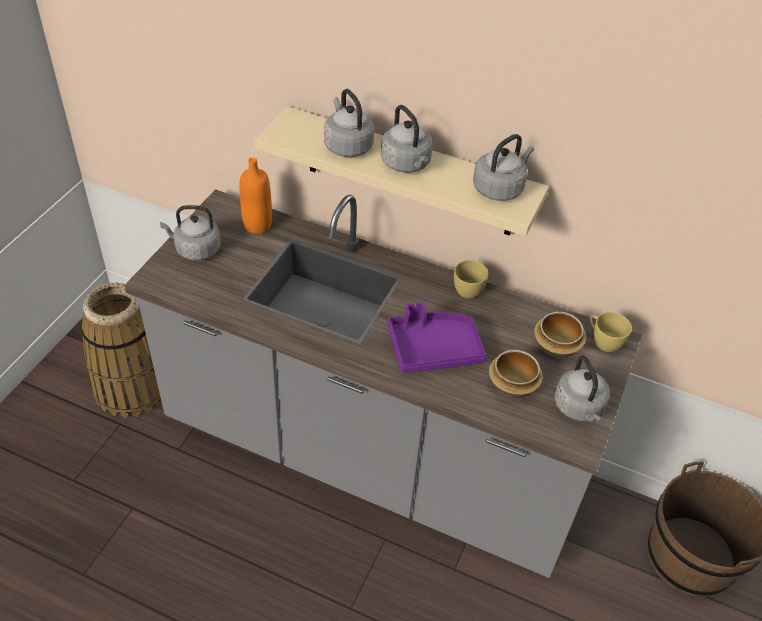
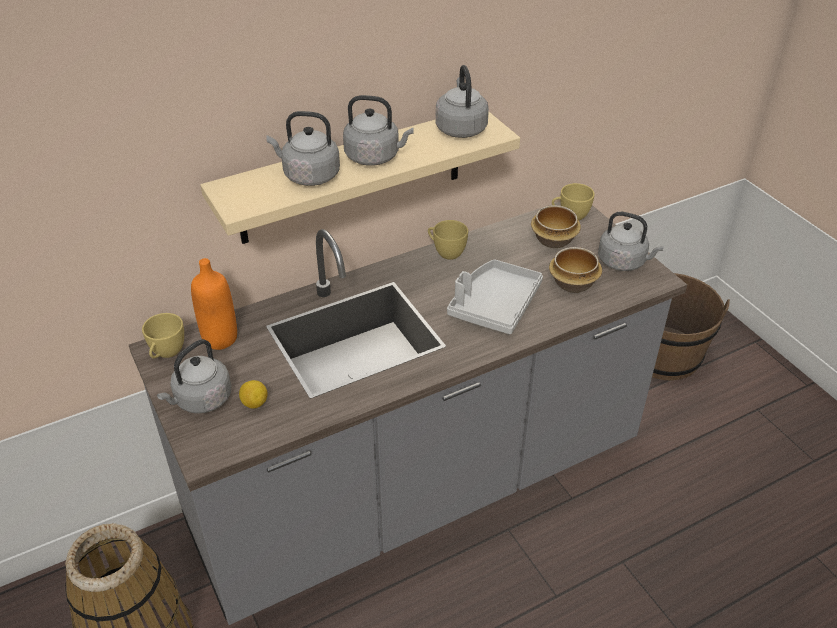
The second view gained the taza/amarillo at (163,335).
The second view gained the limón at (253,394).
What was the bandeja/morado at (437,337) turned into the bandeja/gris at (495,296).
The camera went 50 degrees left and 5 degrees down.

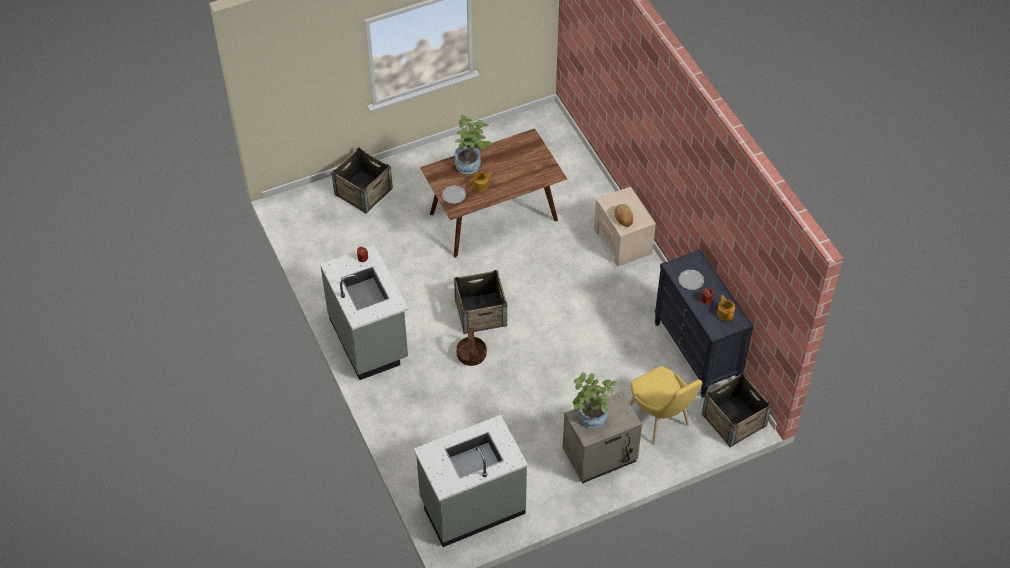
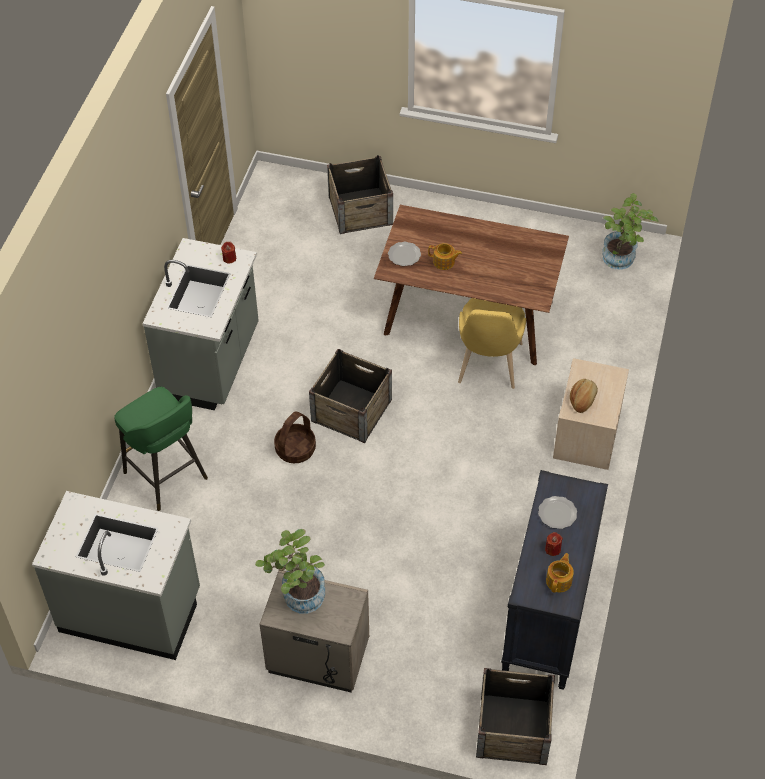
The second view gained the taburete/verde at (161,449).
The silla/amarillo ended up elsewhere, having gone from (666,405) to (492,343).
The planta en maceta ended up elsewhere, having gone from (473,144) to (630,231).
The camera went 40 degrees right and 0 degrees up.

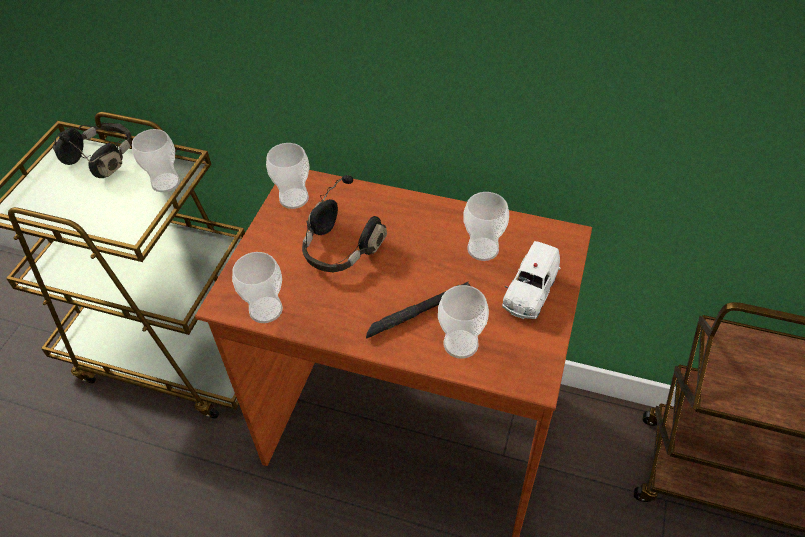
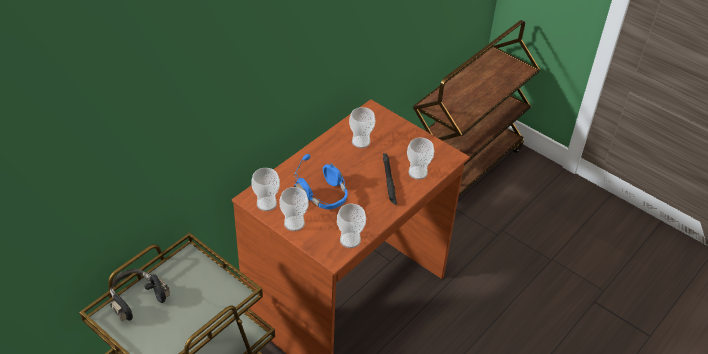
The taza ended up elsewhere, having gone from (156,160) to (294,209).
What was the auriculares/negro at (344,223) turned into the auriculares/azul at (321,181).
The second view lost the coche de juguete/blanco at (531,280).
The camera went 70 degrees left and 5 degrees down.

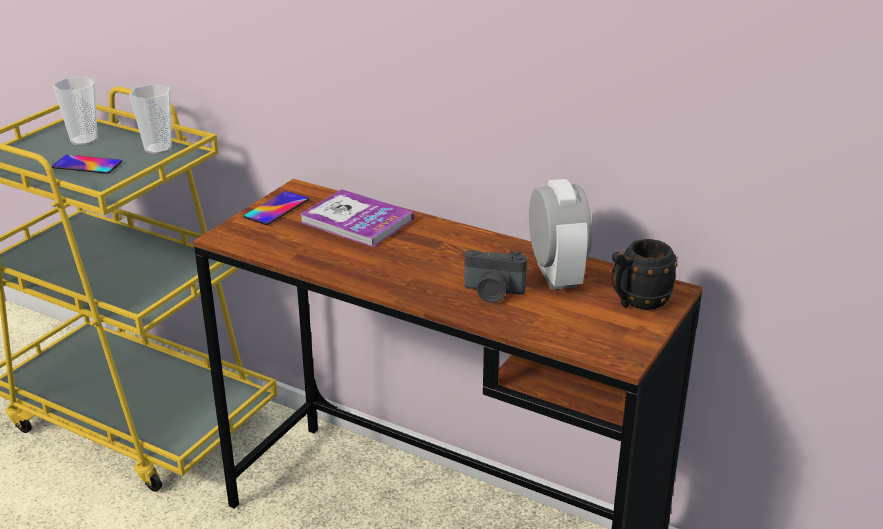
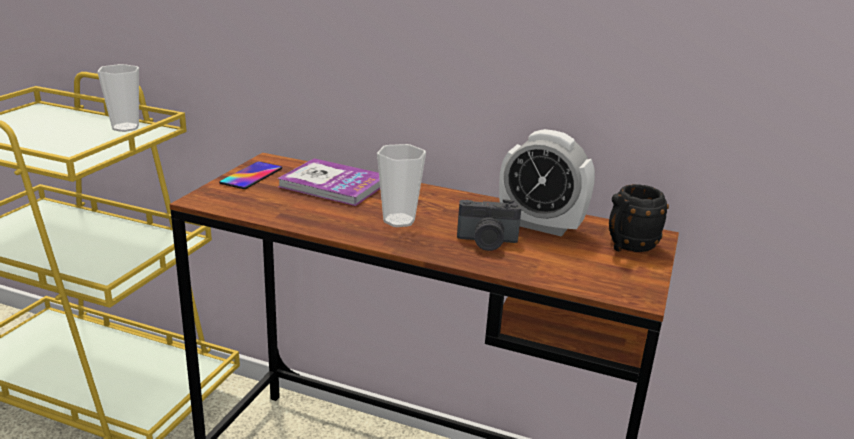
The taza ended up elsewhere, having gone from (75,111) to (401,185).
The despertador at (560,234) ended up facing another way, 135 degrees clockwise from before.
The second view lost the móvil at (87,164).
The camera went 10 degrees left and 5 degrees down.

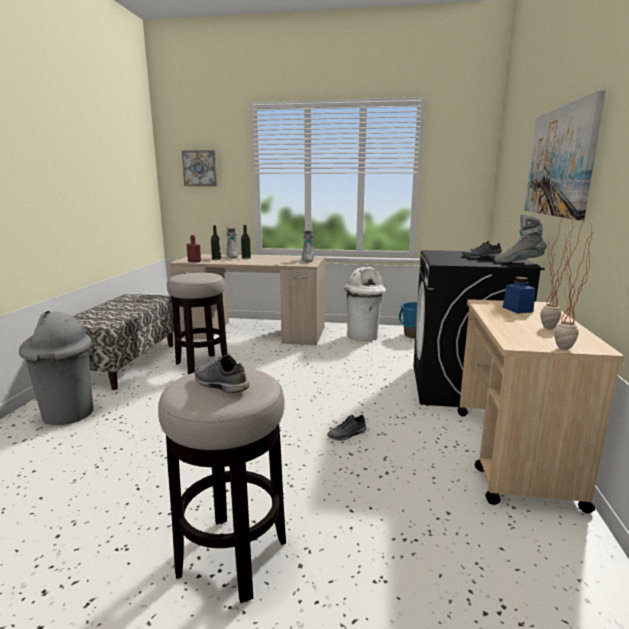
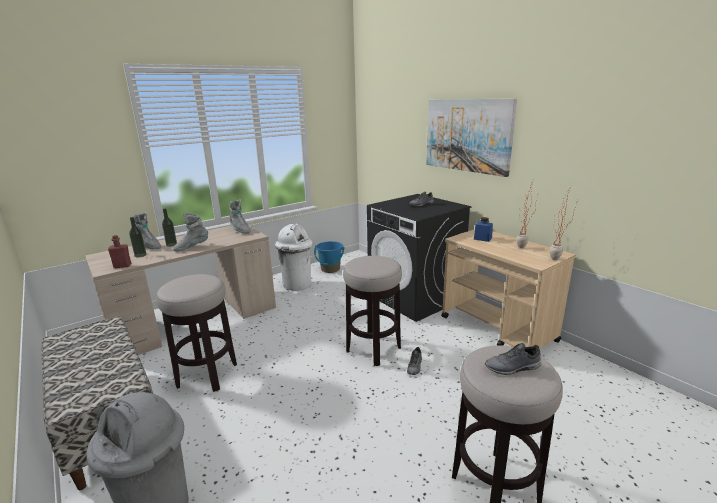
The bota/gris ended up elsewhere, having gone from (520,239) to (190,232).
The second view gained the taburete at (372,311).
The second view lost the cuadro at (200,168).
The camera went 45 degrees left and 5 degrees up.

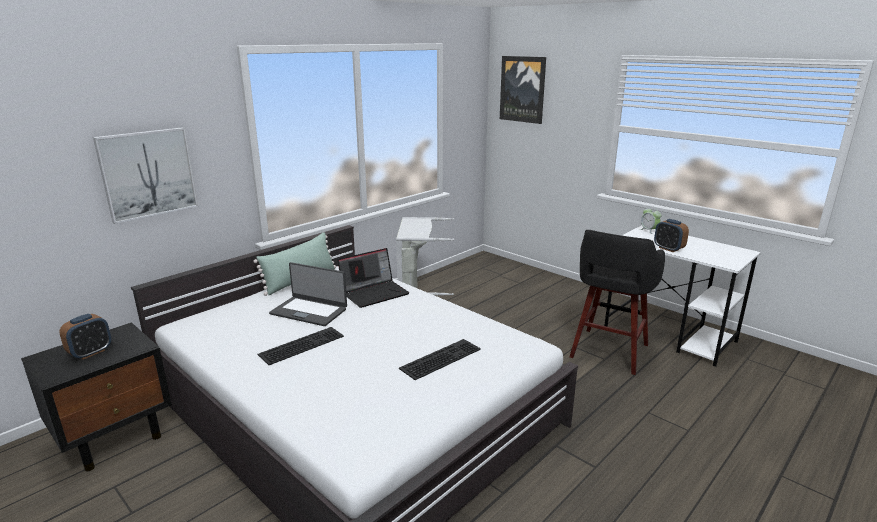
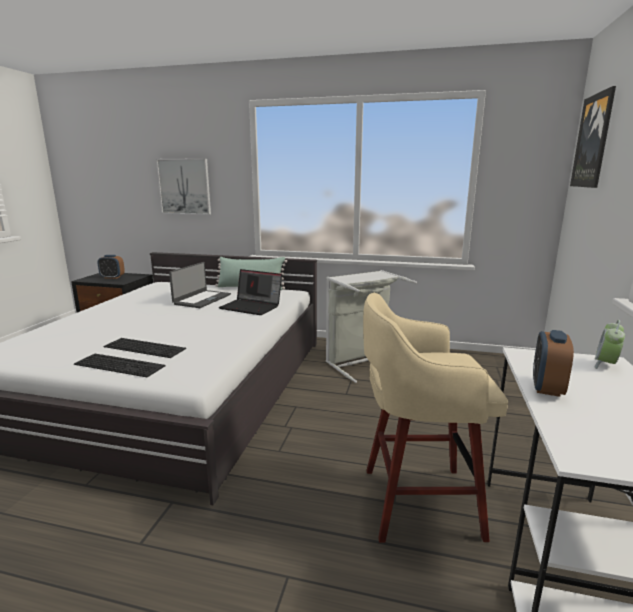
The teclado ended up elsewhere, having gone from (301,346) to (119,365).
The portátil at (308,294) ended up facing another way, 150 degrees counterclockwise from before.
What was the taburete/negro at (617,302) turned into the taburete/beis at (435,418).
The camera went 60 degrees right and 5 degrees down.

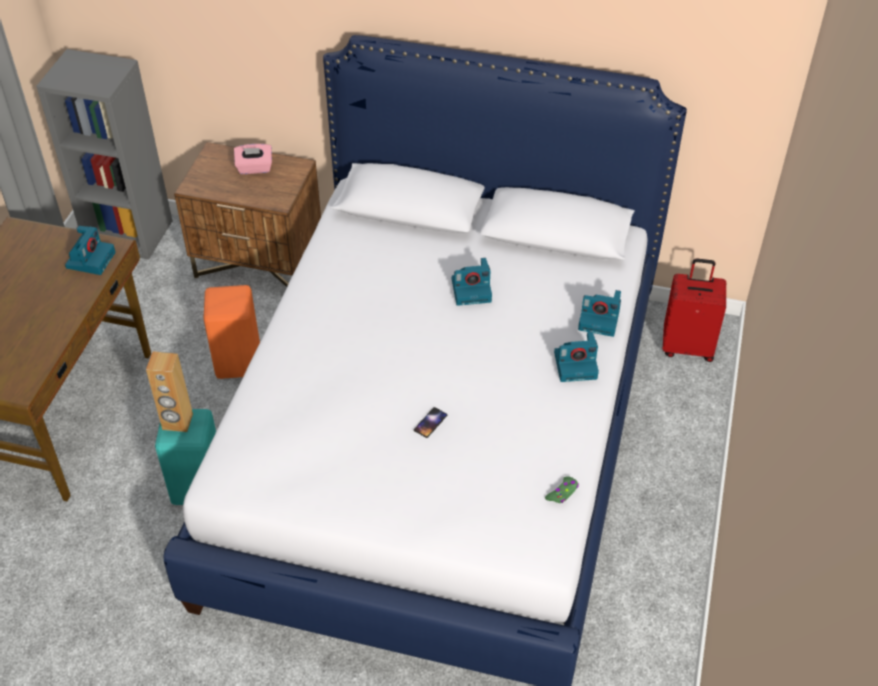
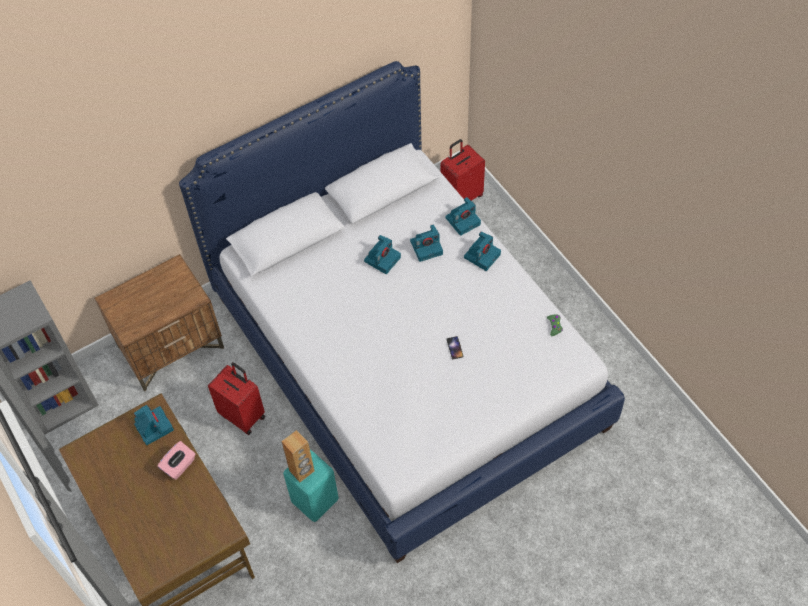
The caja de pañuelos/rosa ended up elsewhere, having gone from (253,159) to (177,460).
Where the taburete/naranja stood at (231,332), the maleta/rojo came to stand at (236,398).
The second view gained the cámara at (426,243).
The camera went 45 degrees left and 10 degrees up.

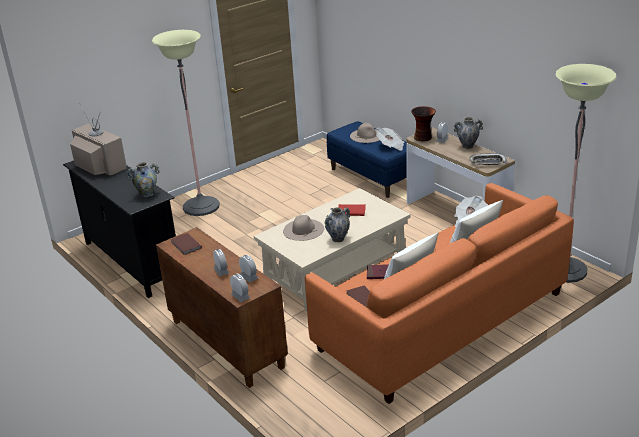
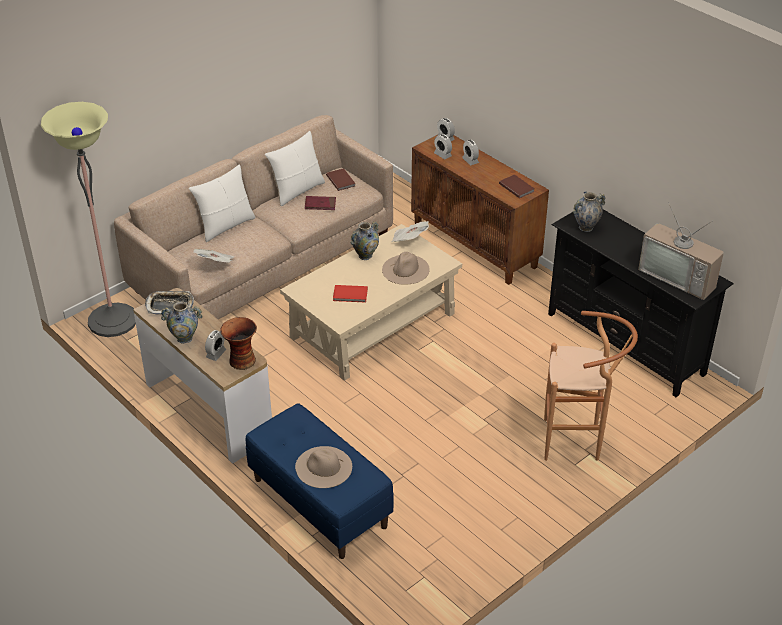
What was the sofá/naranja at (439,293) turned into the sofá/beis at (253,217).
The periódico ended up elsewhere, having gone from (390,139) to (410,231).
Where the lámpara de pie stood at (186,123), the taburete/marrón came to stand at (591,386).
The camera went 175 degrees right and 10 degrees up.

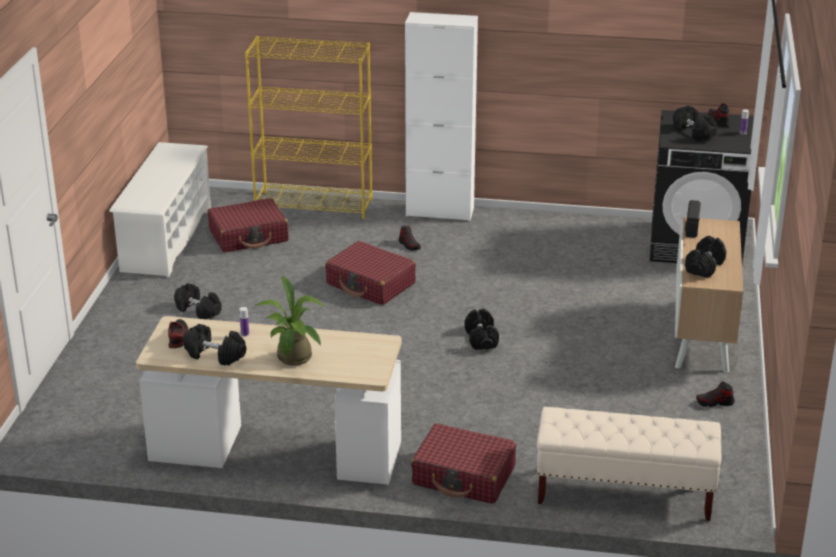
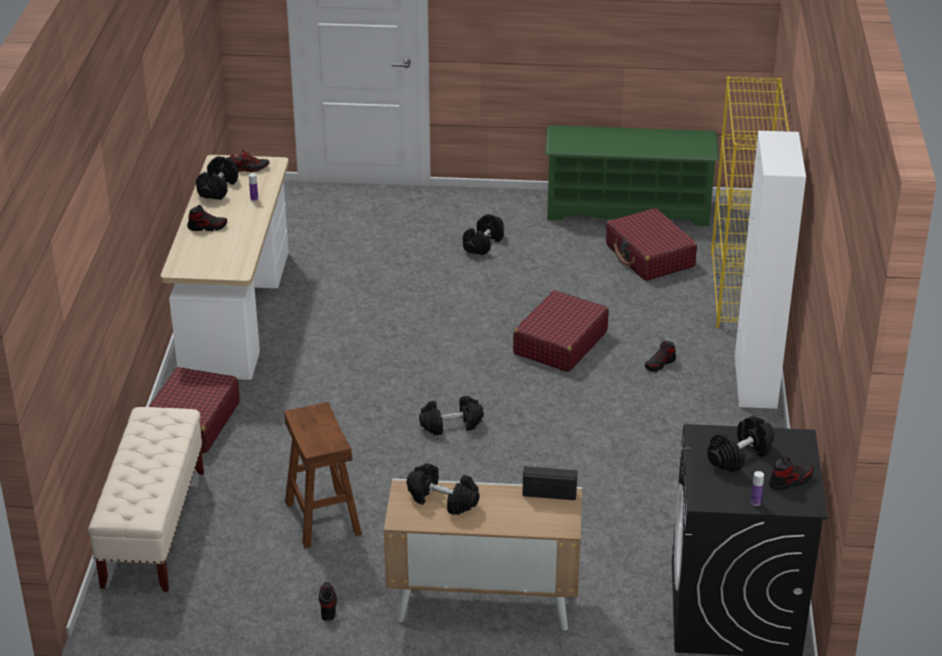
Where the planta en maceta stood at (290,320), the zapato came to stand at (207,218).
The second view gained the taburete/marrón at (323,475).
What was the zapatero/blanco at (160,209) turned into the zapatero/verde at (632,175).
The camera went 85 degrees right and 5 degrees up.

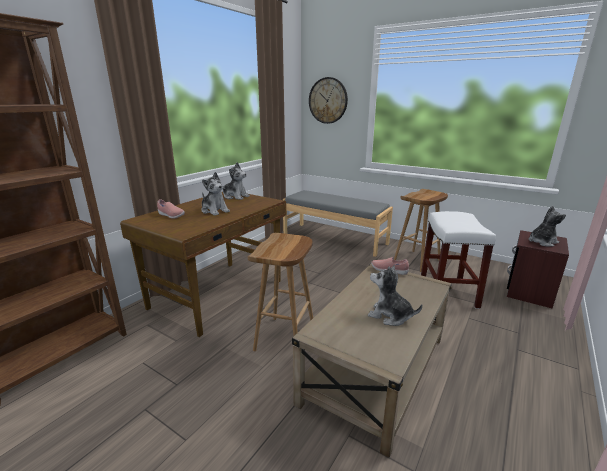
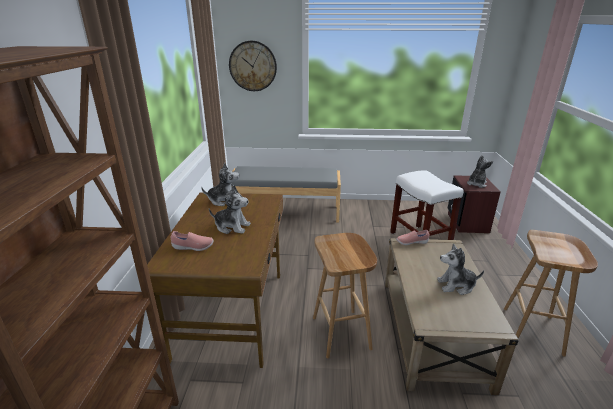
The taburete/marrón ended up elsewhere, having gone from (421,230) to (551,293).
The camera went 30 degrees left and 5 degrees up.

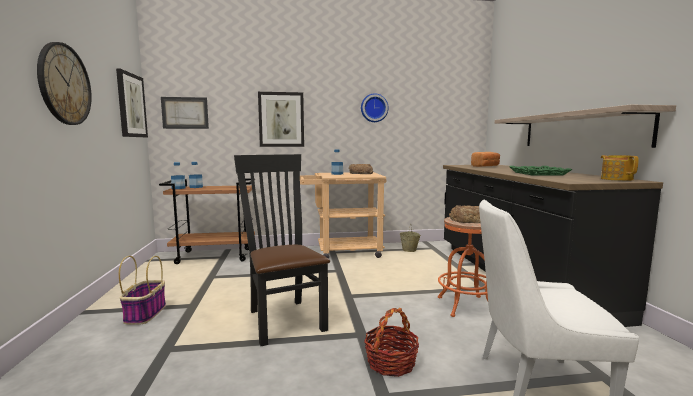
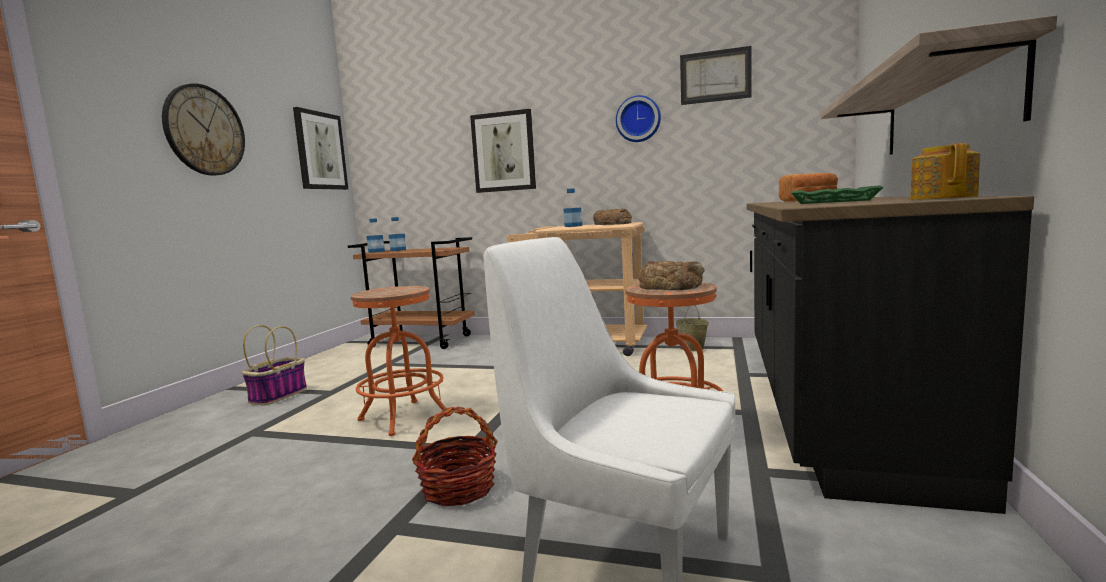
Where the silla/negro stood at (282,250), the taburete/naranja came to stand at (398,361).
The cuadro ended up elsewhere, having gone from (185,113) to (716,75).
The camera went 25 degrees right and 0 degrees up.

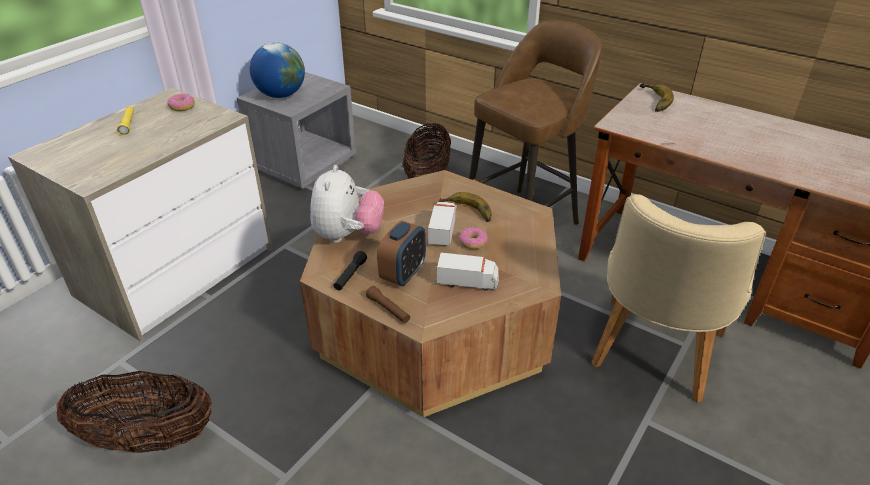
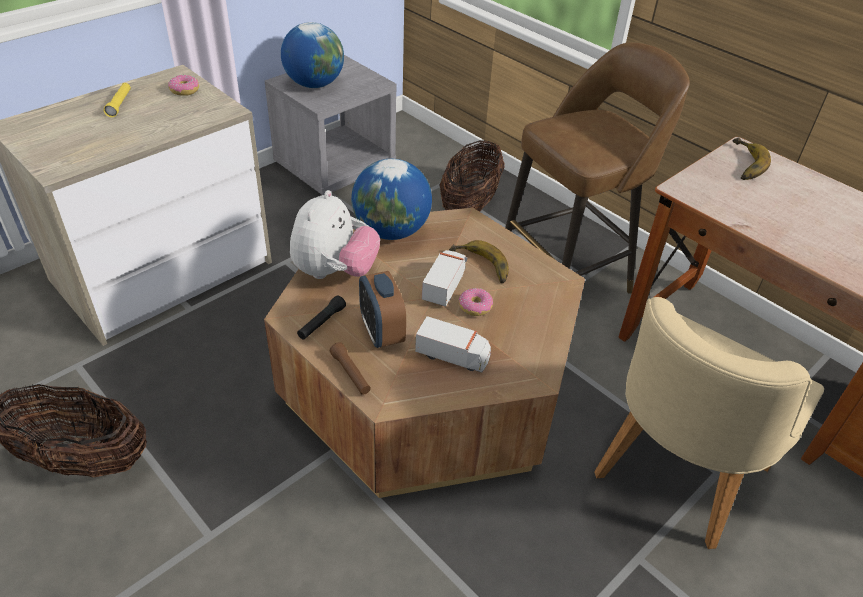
The second view gained the globo terráqueo at (391,199).
The despertador at (401,253) ended up facing another way, 120 degrees clockwise from before.
The camera went 10 degrees right and 5 degrees up.

